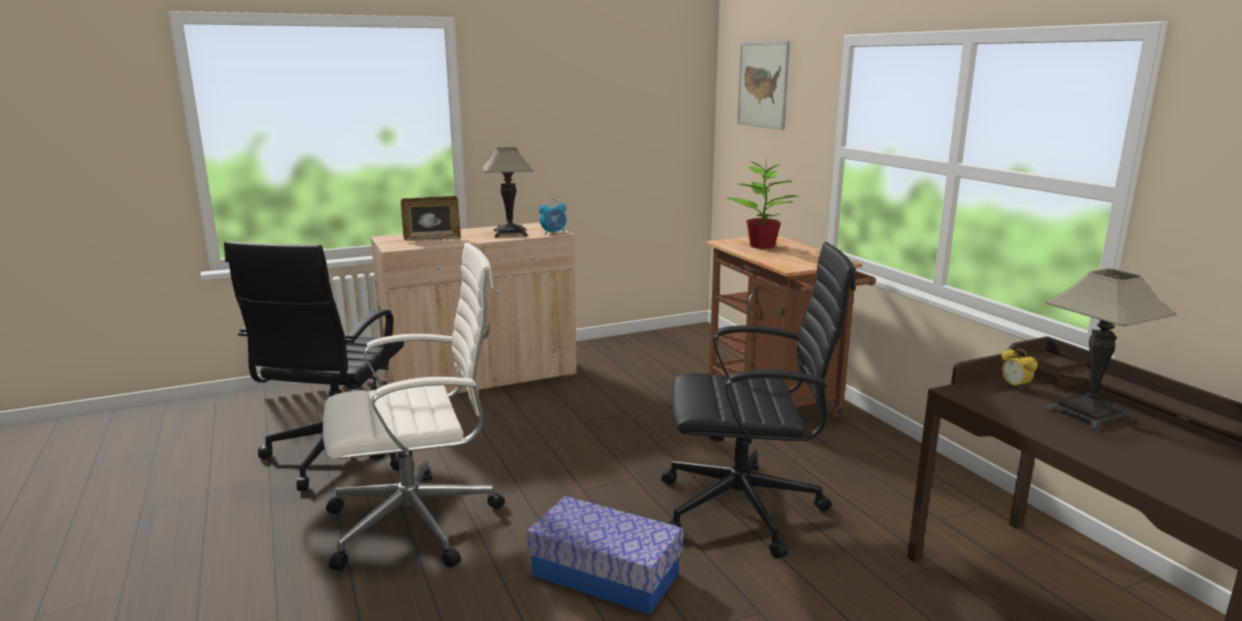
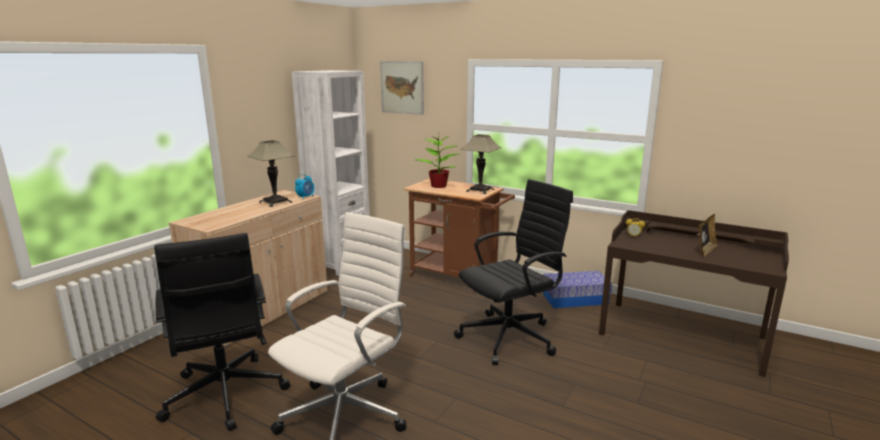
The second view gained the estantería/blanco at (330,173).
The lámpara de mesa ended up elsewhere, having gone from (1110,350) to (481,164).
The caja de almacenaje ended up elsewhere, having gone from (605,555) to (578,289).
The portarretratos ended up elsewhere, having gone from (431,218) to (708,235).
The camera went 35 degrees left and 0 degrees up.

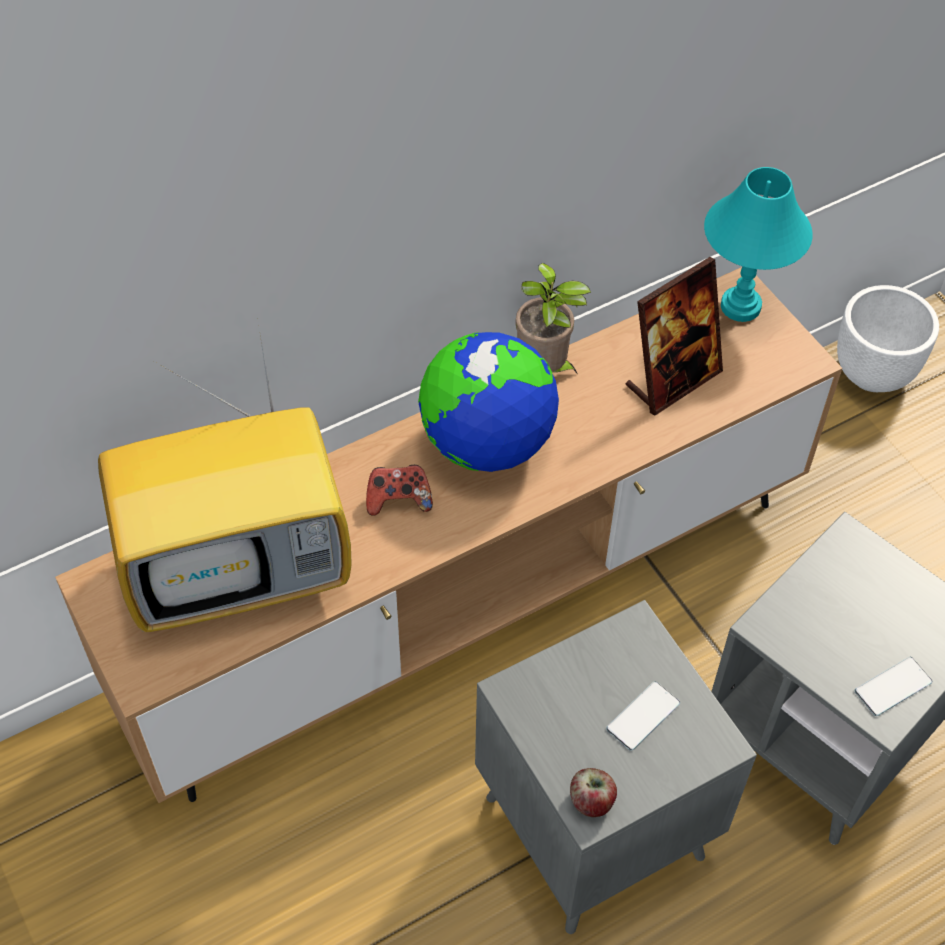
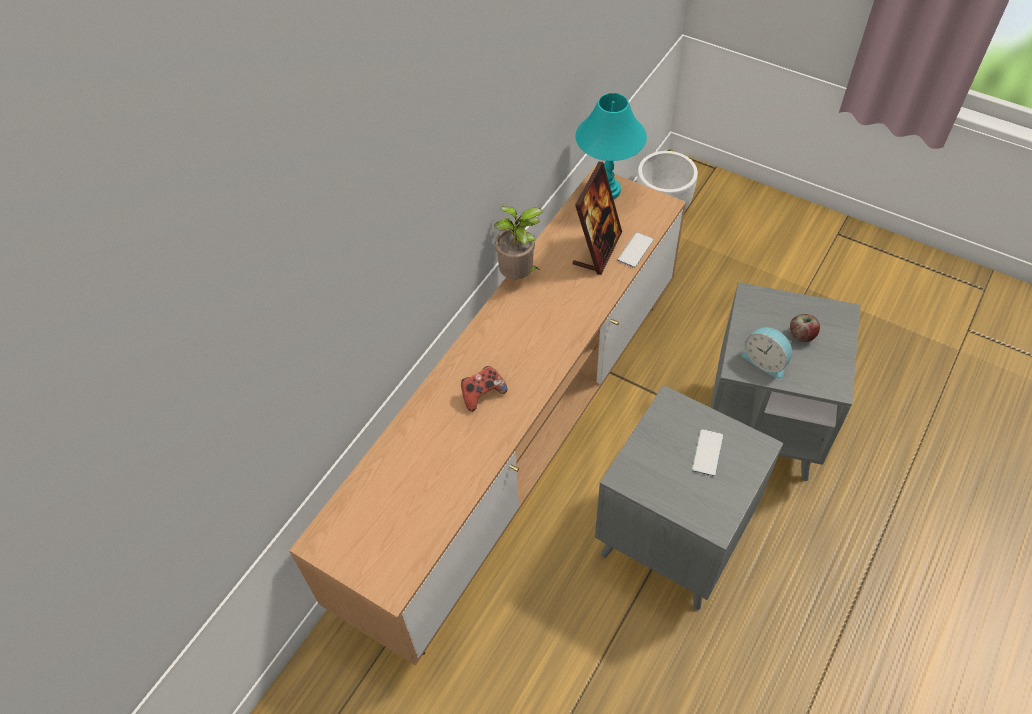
The móvil ended up elsewhere, having gone from (893,686) to (635,250).
The second view gained the despertador at (767,353).
The manzana ended up elsewhere, having gone from (593,792) to (805,328).
The second view lost the televisor at (225,477).
The second view lost the globo terráqueo at (488,402).
The camera went 25 degrees left and 0 degrees up.

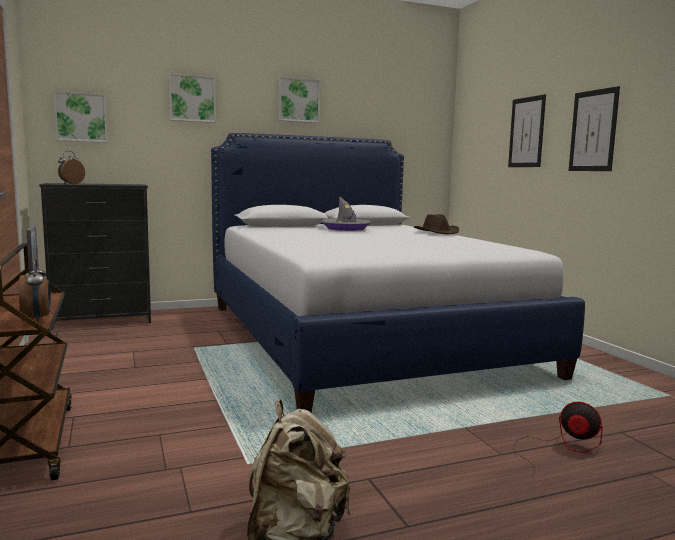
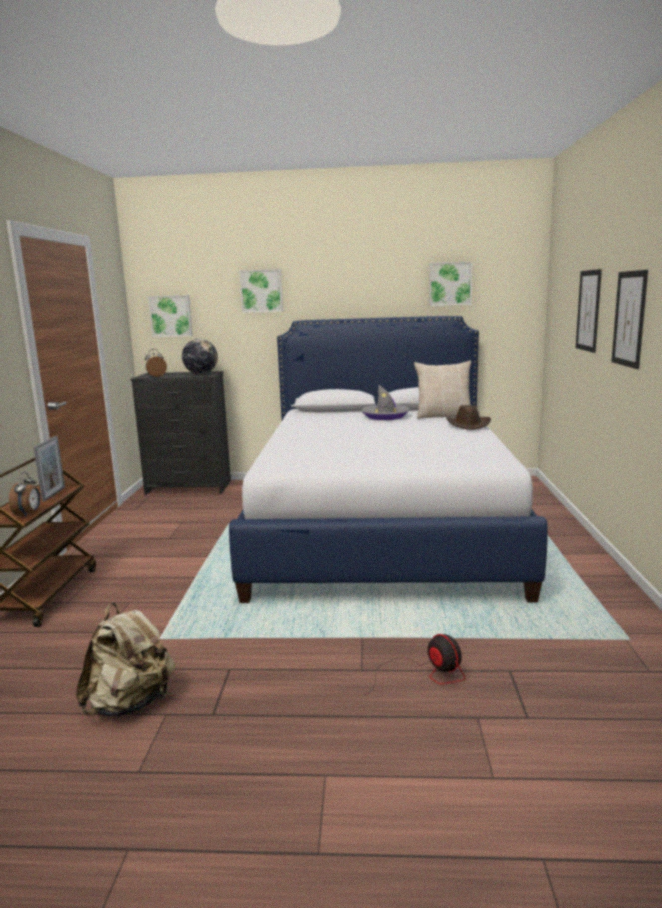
The second view gained the globo terráqueo at (200,356).
The second view gained the cojín/beis at (442,390).
The cuadro ended up elsewhere, having gone from (299,100) to (451,283).
The camera went 25 degrees right and 5 degrees up.

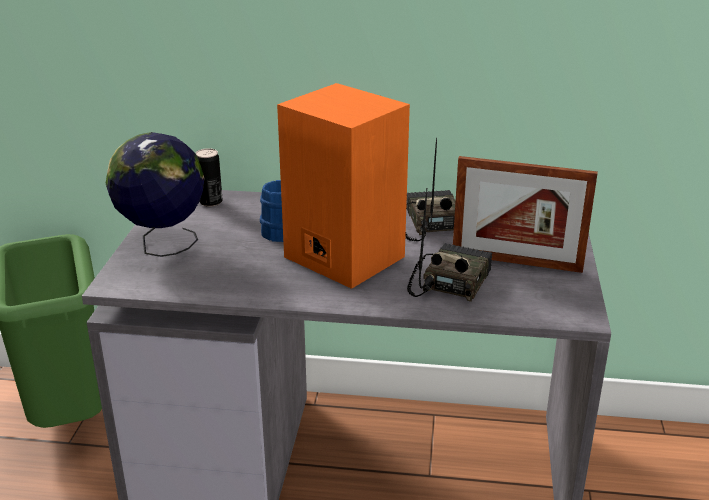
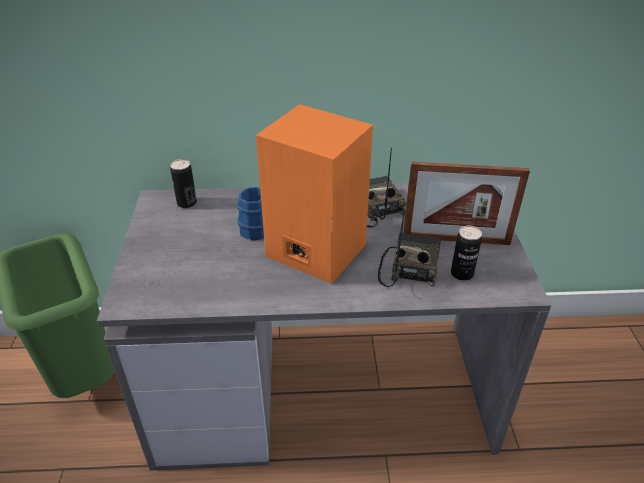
The second view gained the lata at (466,253).
The second view lost the globo terráqueo at (155,194).
The camera went 10 degrees left and 10 degrees up.

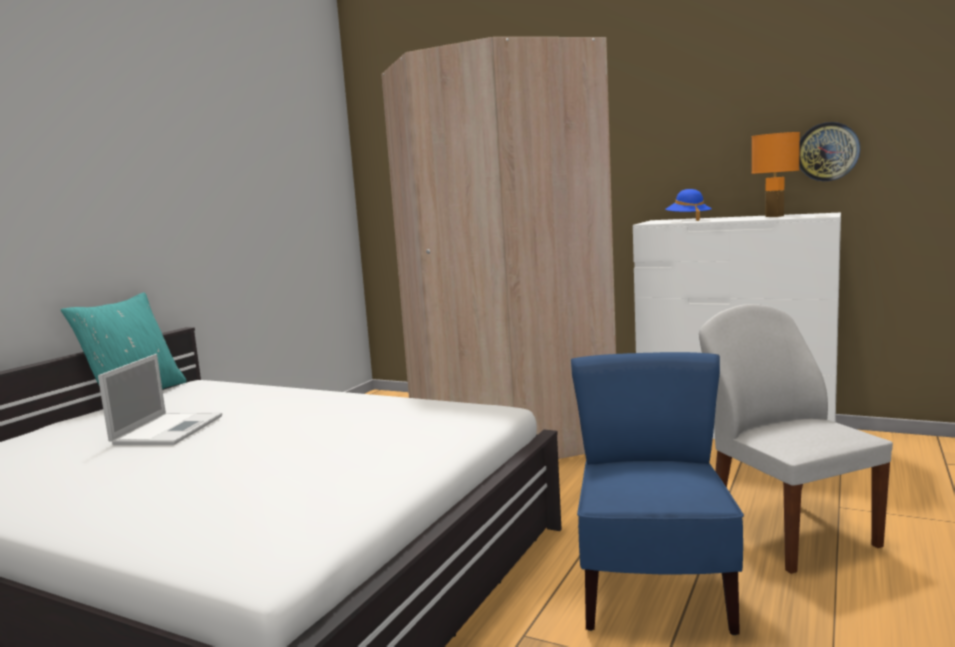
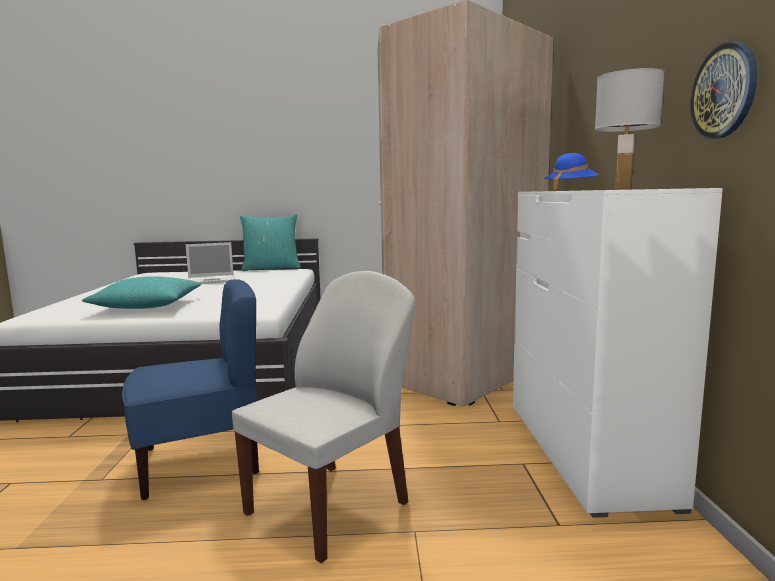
The second view gained the cojín/turquesa at (142,292).
What was the lámpara de mesa/naranja at (775,174) turned into the lámpara de mesa/blanco at (630,128).
The camera went 60 degrees right and 0 degrees up.

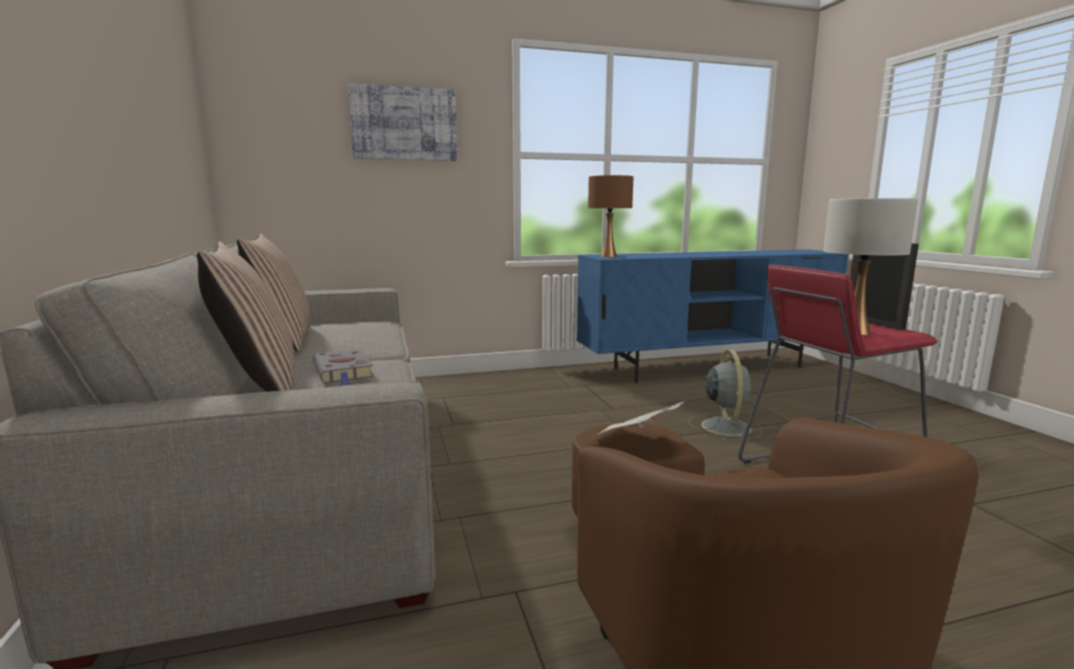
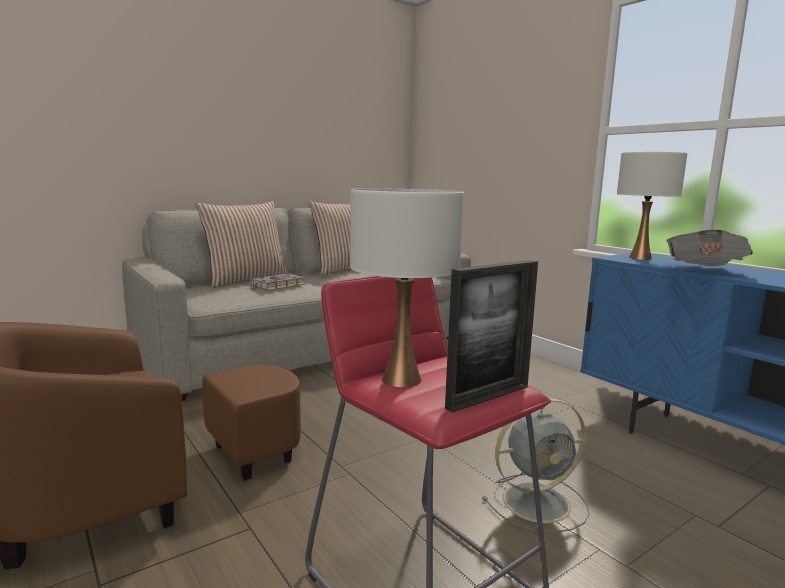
What was the lámpara de mesa/marrón at (610,216) turned into the lámpara de mesa/blanco at (652,206).
The periódico ended up elsewhere, having gone from (639,419) to (709,248).
The second view lost the cuadro at (402,122).
The camera went 70 degrees right and 0 degrees up.

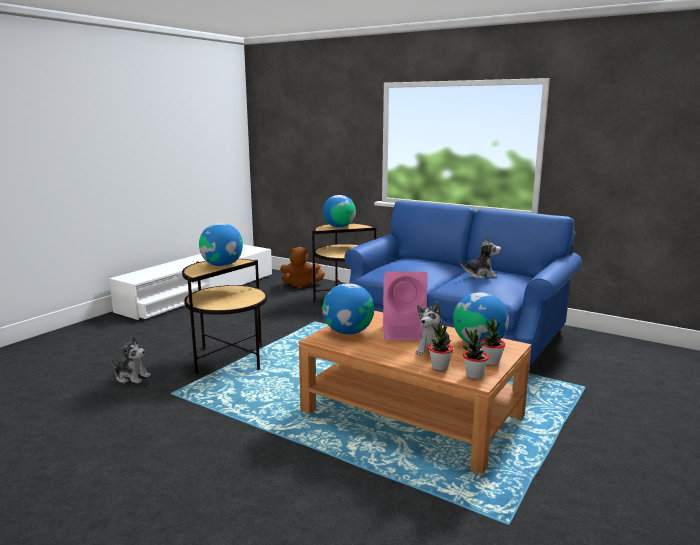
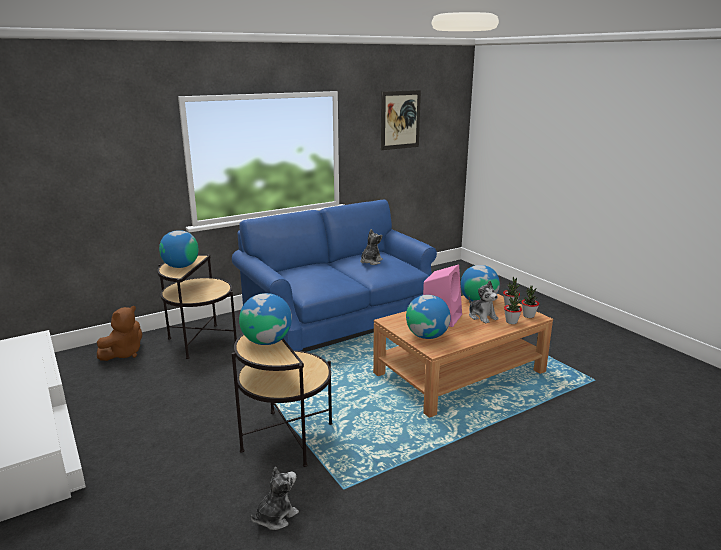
The second view gained the cuadro at (401,120).
The camera went 65 degrees left and 5 degrees up.

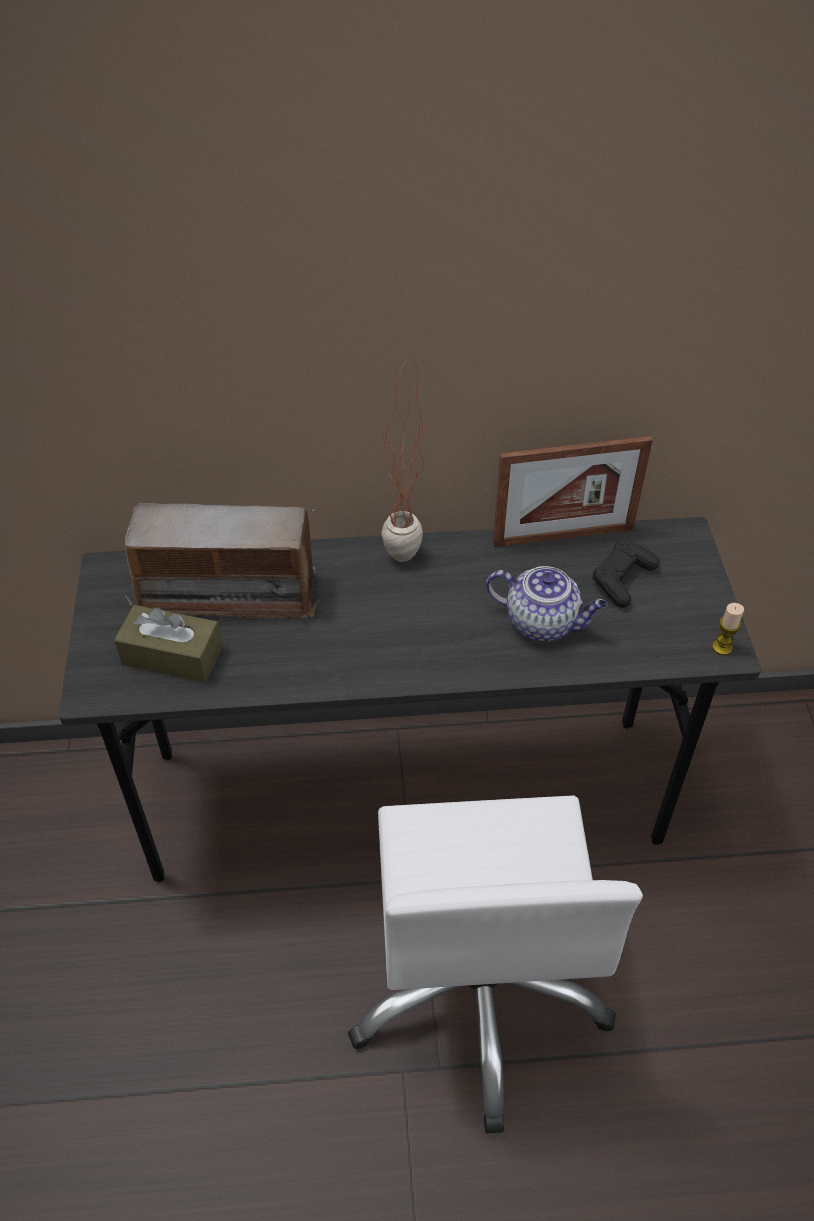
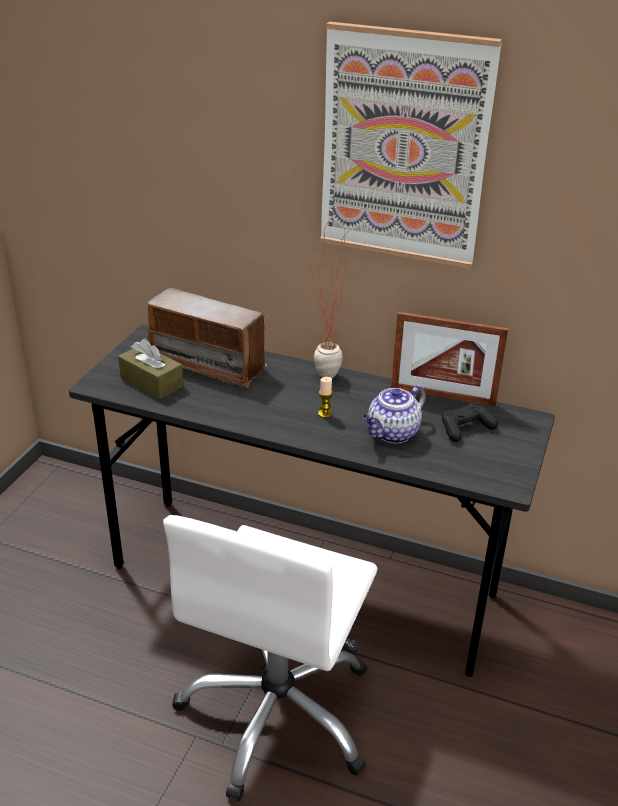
The vela ended up elsewhere, having gone from (728,629) to (325,397).
The second view gained the cuadro at (411,145).
The tetera at (546,603) ended up facing another way, 90 degrees clockwise from before.
The camera went 25 degrees right and 15 degrees down.

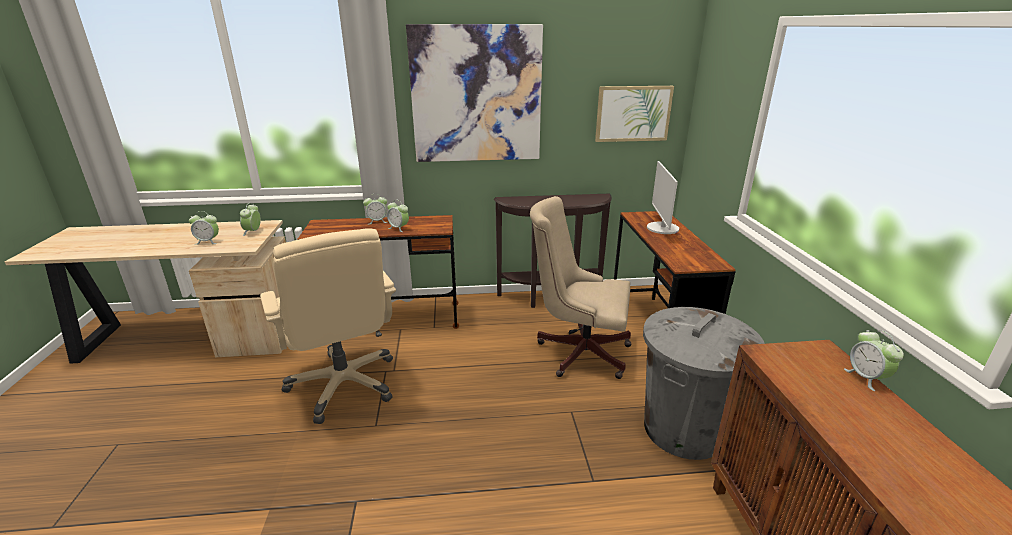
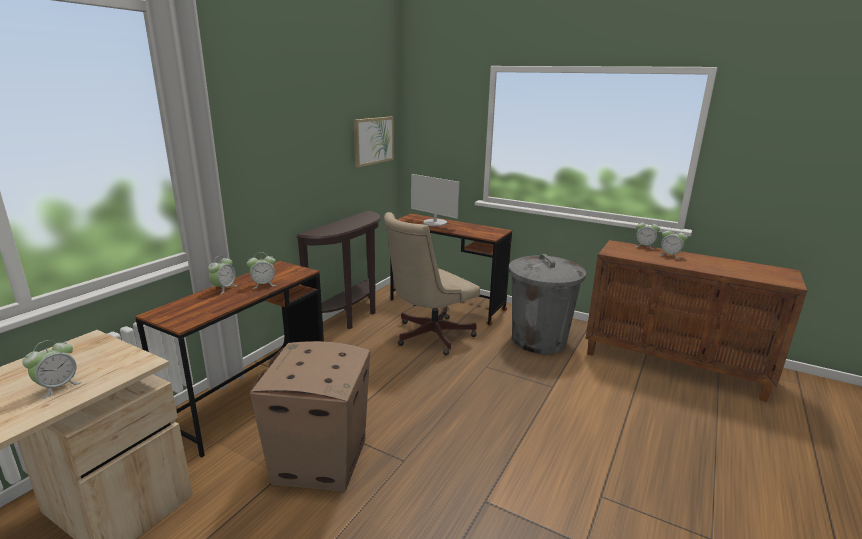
Where the silla de oficina/beis stood at (328,326), the caja de cartón came to stand at (310,416).
The despertador ended up elsewhere, having gone from (250,219) to (674,243).
The second view lost the cuadro at (474,93).
The camera went 55 degrees left and 5 degrees down.

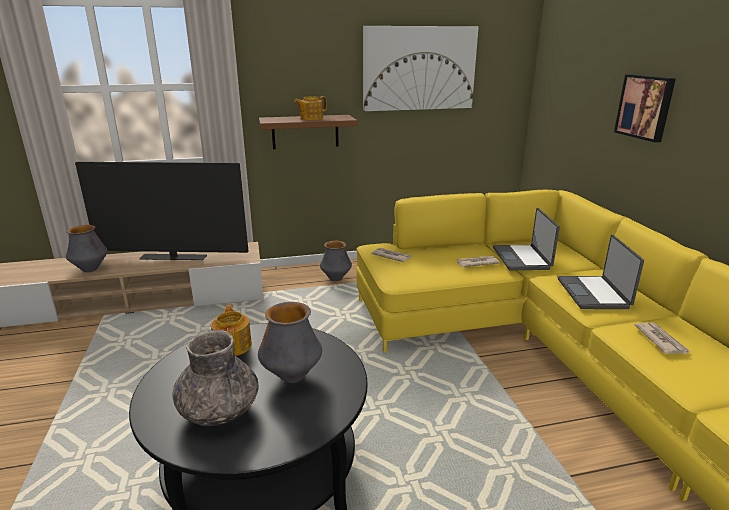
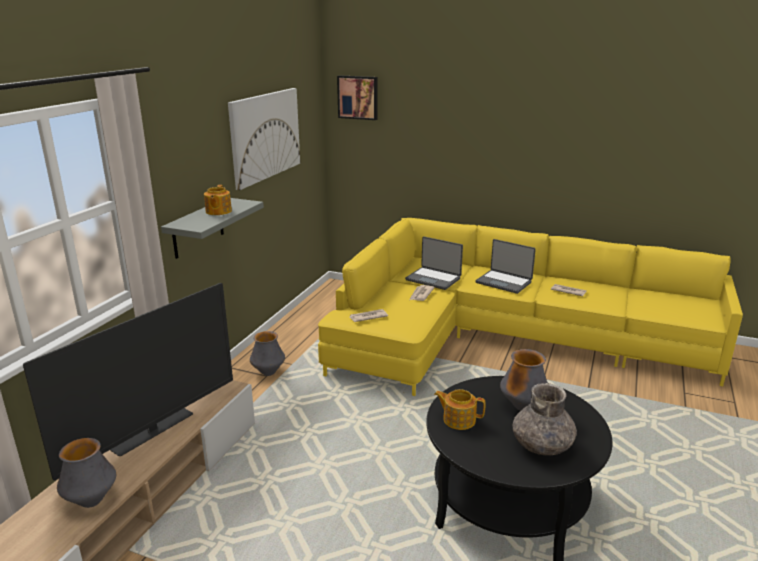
What was the estante/marrón at (308,132) turned into the estante/gris at (212,228).
The cuadro ended up elsewhere, having gone from (645,108) to (357,97).
The camera went 55 degrees left and 0 degrees up.

